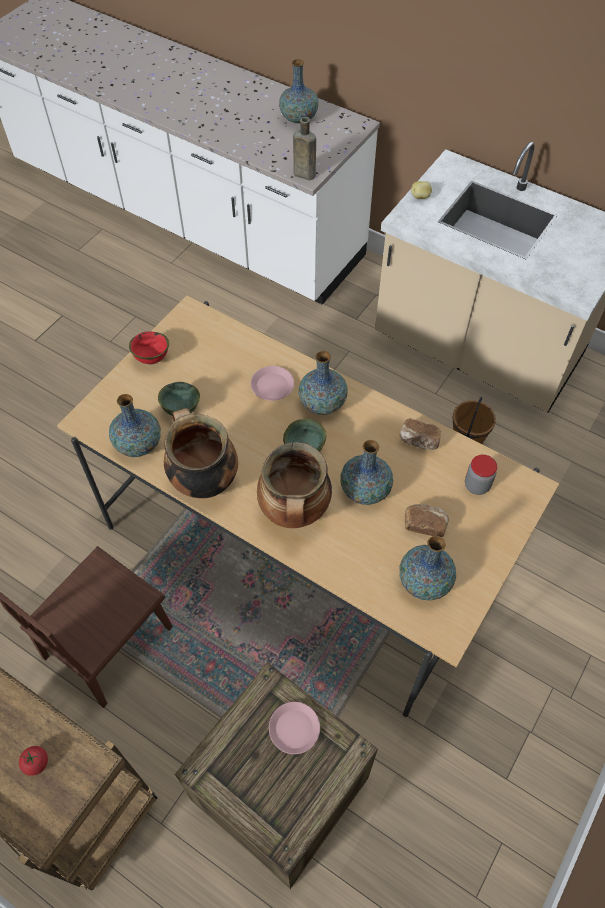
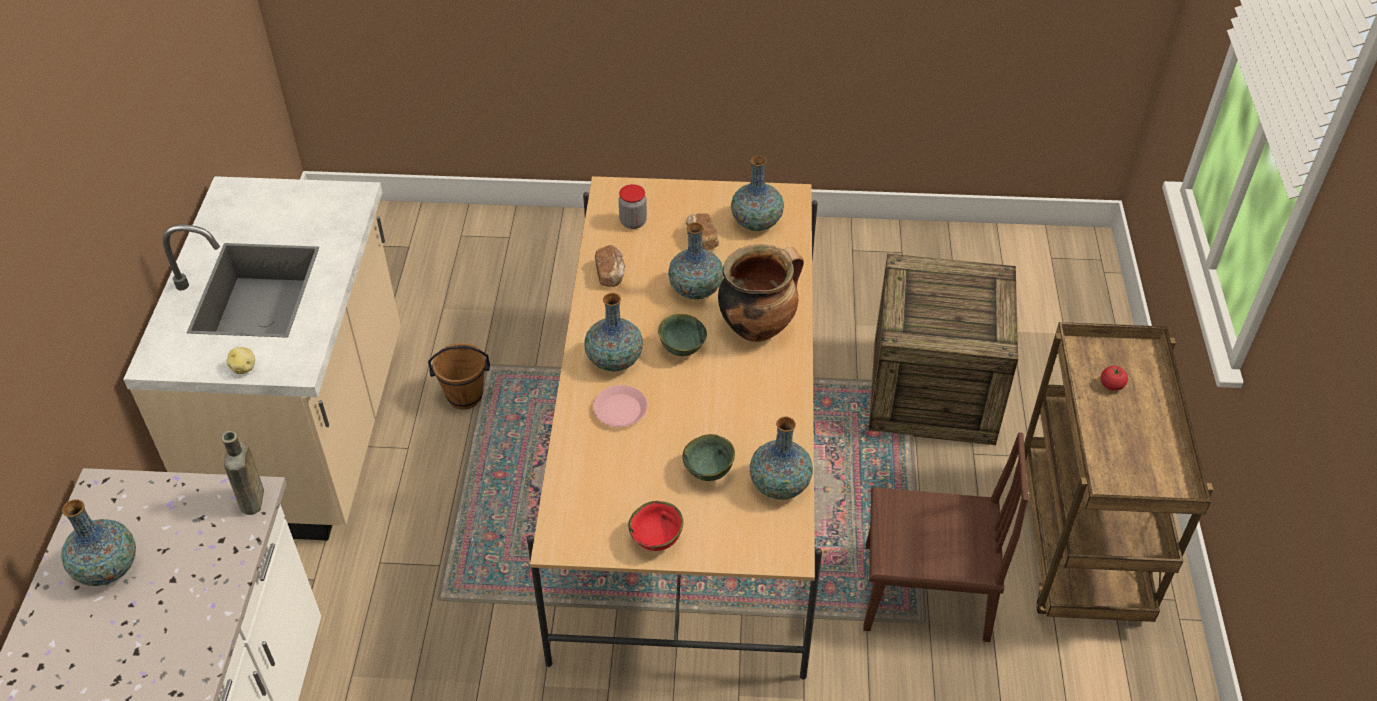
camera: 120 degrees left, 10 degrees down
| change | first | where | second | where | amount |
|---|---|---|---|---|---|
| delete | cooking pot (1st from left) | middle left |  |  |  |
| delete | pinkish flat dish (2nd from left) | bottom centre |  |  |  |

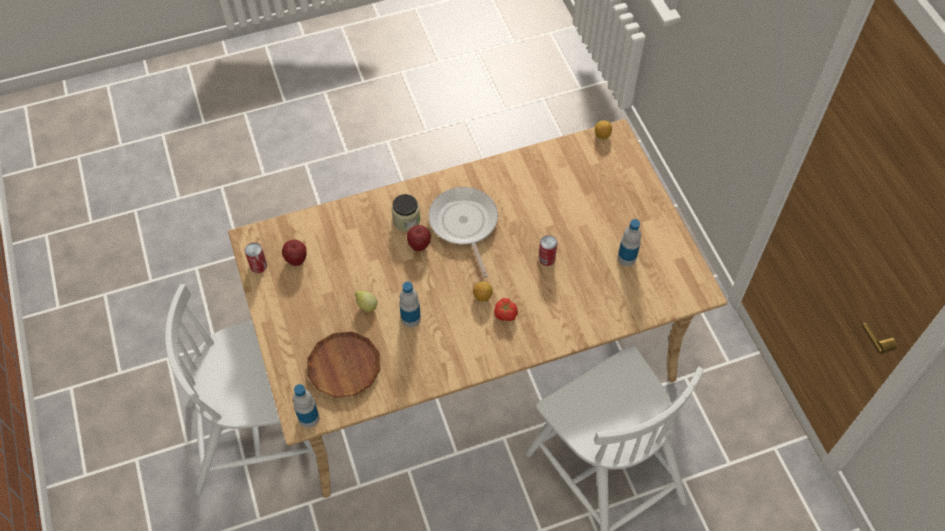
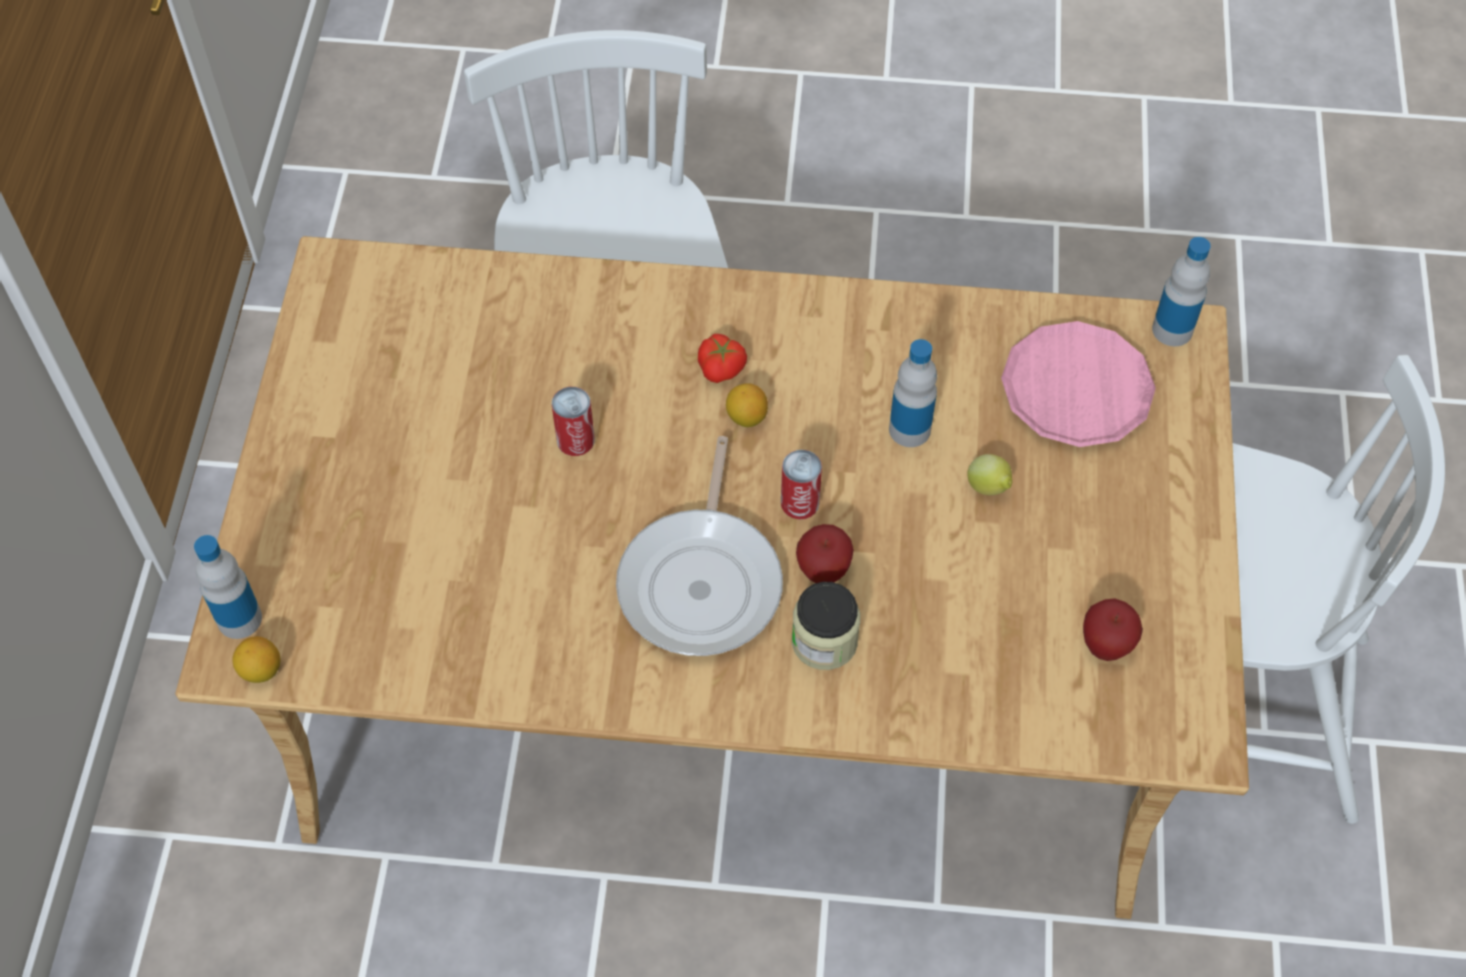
camera: 155 degrees left, 0 degrees up
| change | first | where | second | where | amount |
|---|---|---|---|---|---|
| move | metal can (1st from left in the first image) | middle left | metal can (2nd from left) | centre |  |
| move | bottle (3rd from left in the first image) | centre | bottle (1st from left) | middle left |  |
| recolor | brown-coloured flat dish | bottom centre | pinkish flat dish | middle right |  |

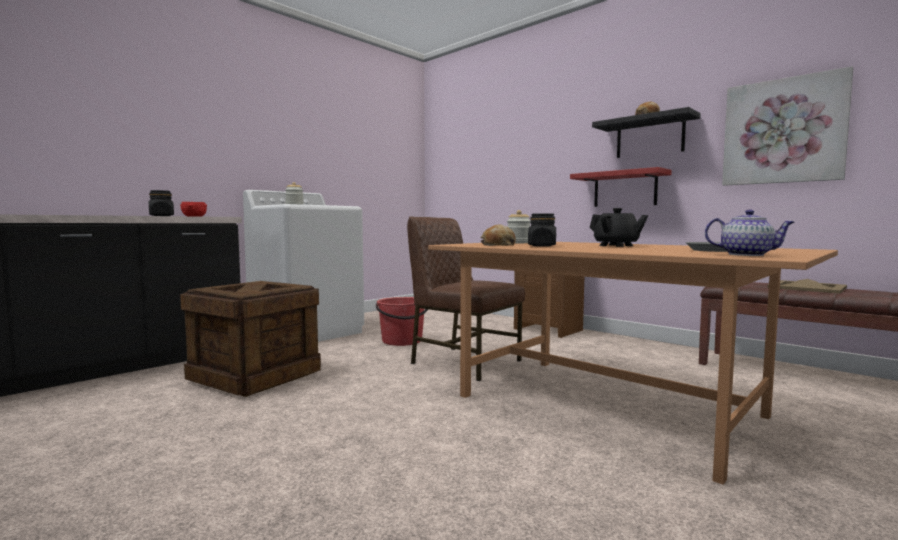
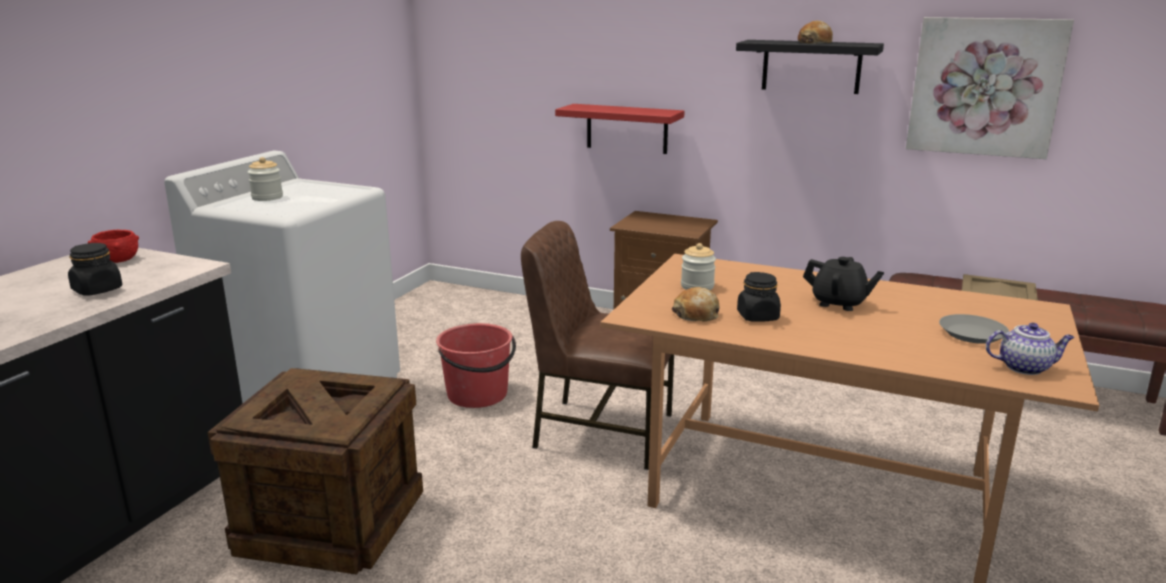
camera: 20 degrees left, 15 degrees up
| change | first | where | second | where | amount |
|---|---|---|---|---|---|
| move | reddish shelf | middle right |  | top centre |  |

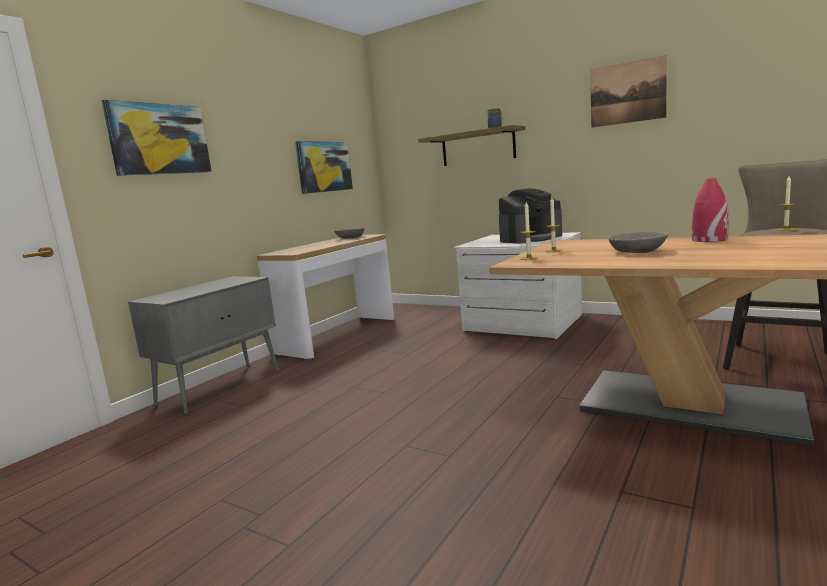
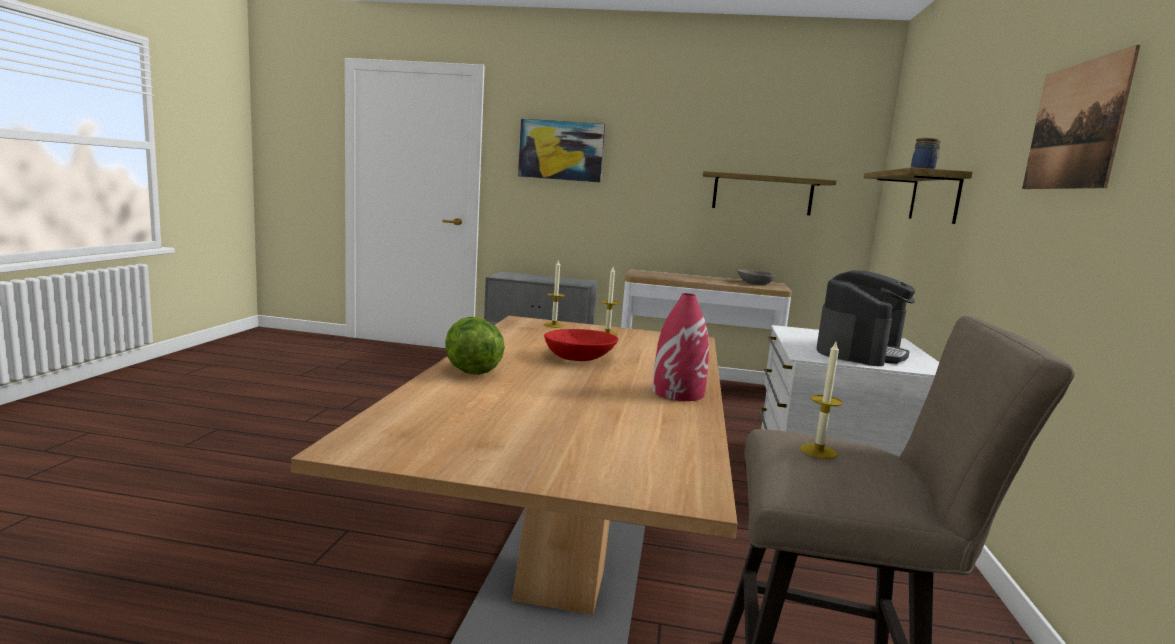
camera: 65 degrees right, 0 degrees up
| change | first | where | second | where | amount |
|---|---|---|---|---|---|
| insert |  |  | lettuce head | centre |  |
| replace | picture (2nd from left) | top centre | shelf (1st from left) | top centre |  |
| recolor | gray deep dish (2nd from left) | middle right | reddish deep dish | centre |  |
| rotate | coffee brewer | centre |  | middle right | 90 degrees counterclockwise |

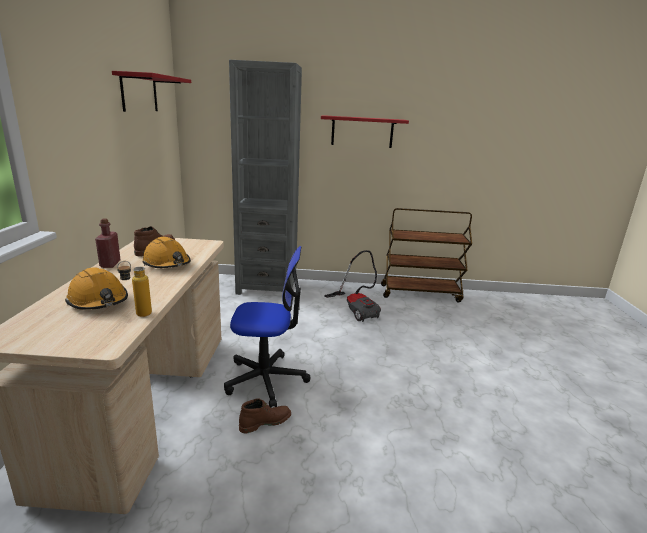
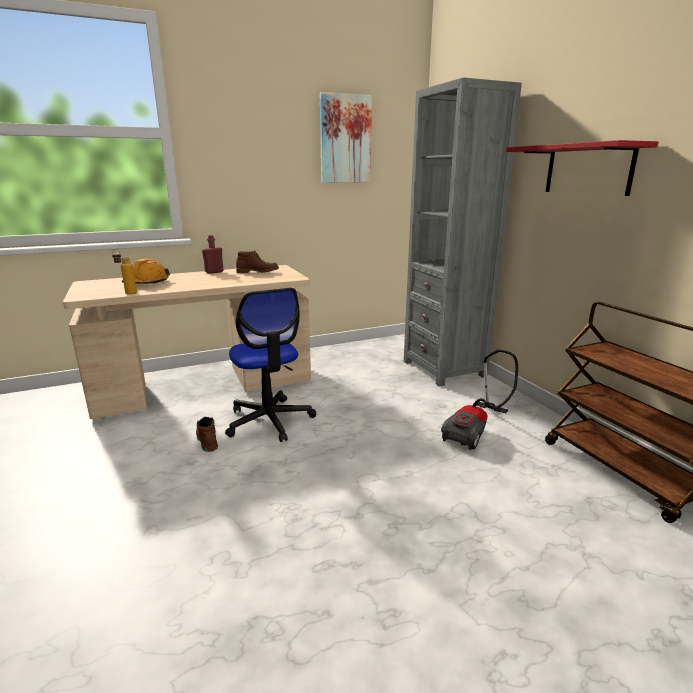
camera: 65 degrees right, 0 degrees up
| change | first | where | second | where | amount |
|---|---|---|---|---|---|
| delete | orange hard hat (2nd from left) | middle left |  |  |  |
| replace | reddish shelf (1st from left) | top left | picture | top centre |  |
| rotate | brown-coloured high-top boot (2nd from left in the first image) | bottom centre | brown-coloured high-top boot (1st from left) | middle left | 150 degrees counterclockwise |

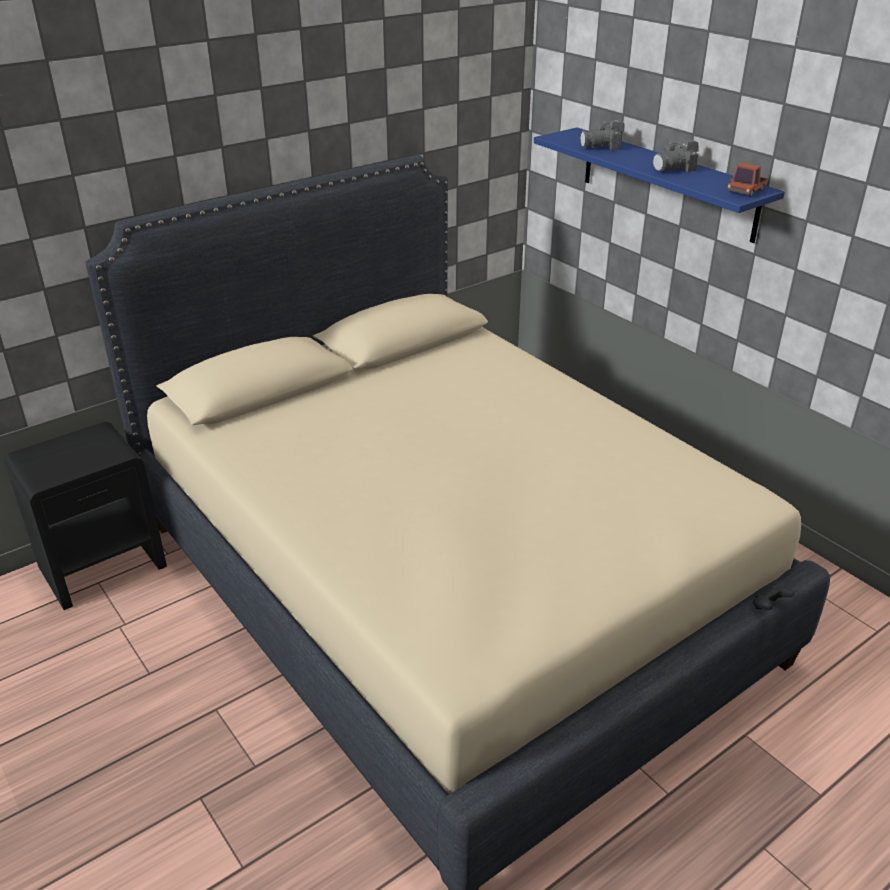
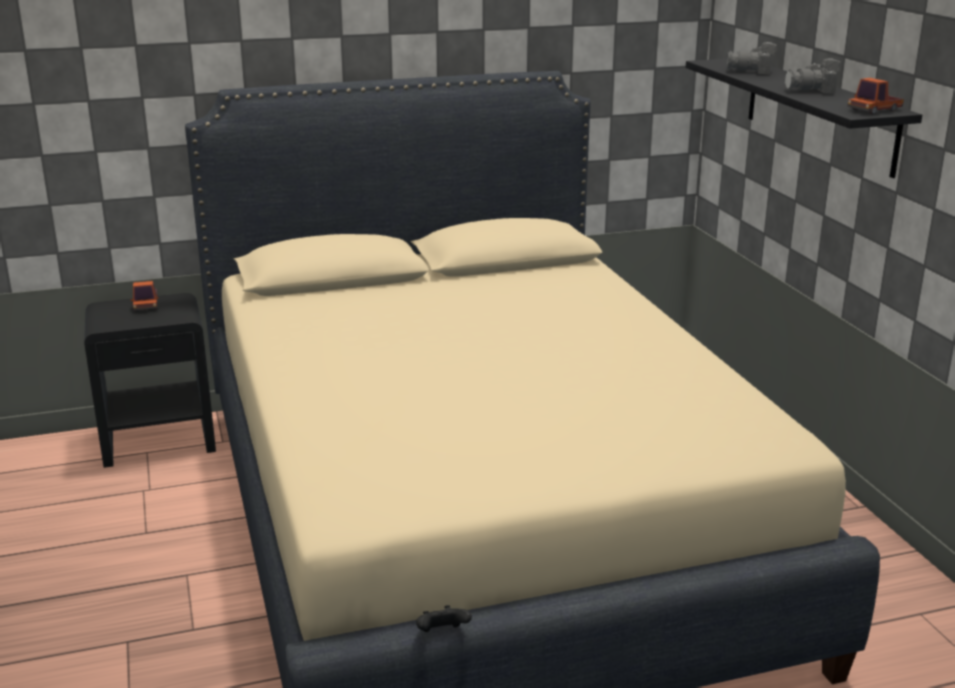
camera: 20 degrees right, 10 degrees down
| change | first | where | second | where | amount |
|---|---|---|---|---|---|
| insert |  |  | model truck (1st from left) | middle left |  |
| move | black joypad | bottom right |  | bottom centre |  |
| recolor | bluish shelf | top right | black shelf | top right |  |

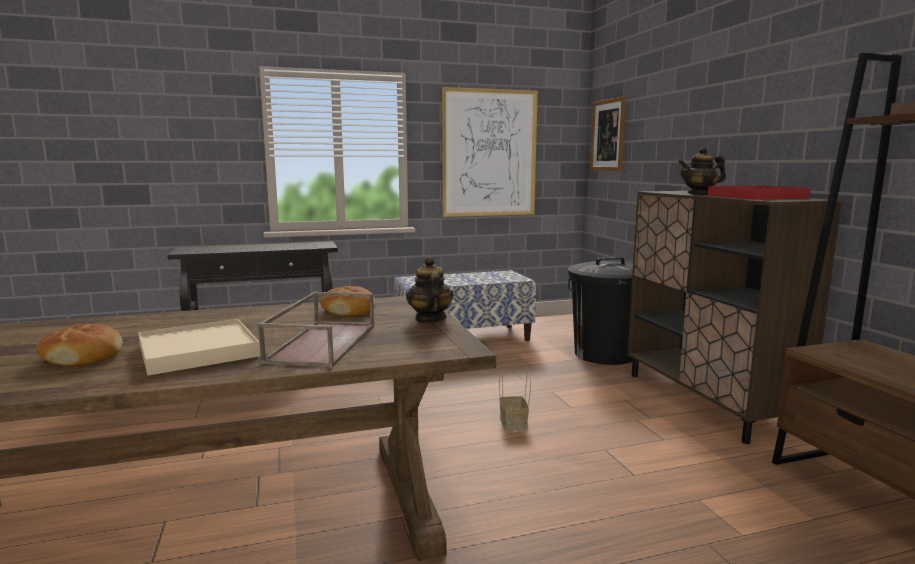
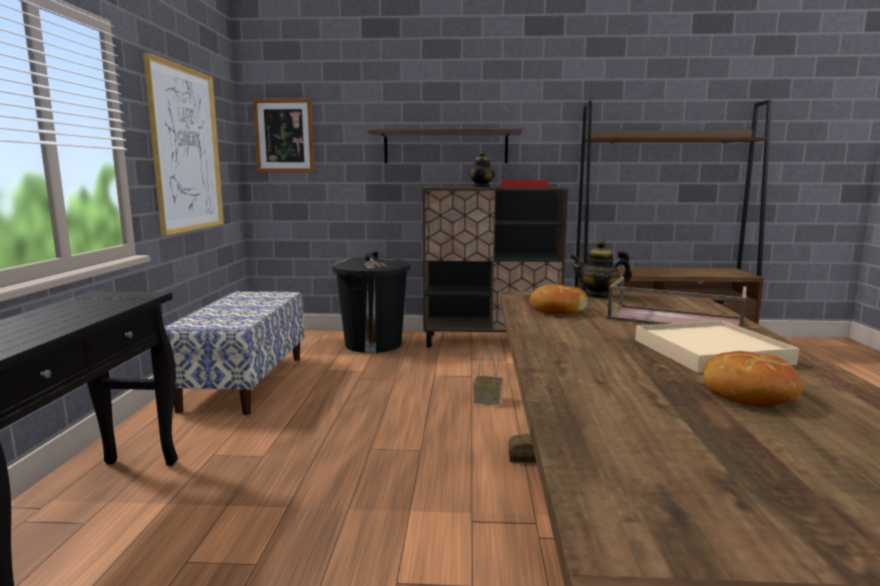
camera: 70 degrees left, 0 degrees up
| change | first | where | second | where | amount |
|---|---|---|---|---|---|
| insert |  |  | shelf | top centre |  |

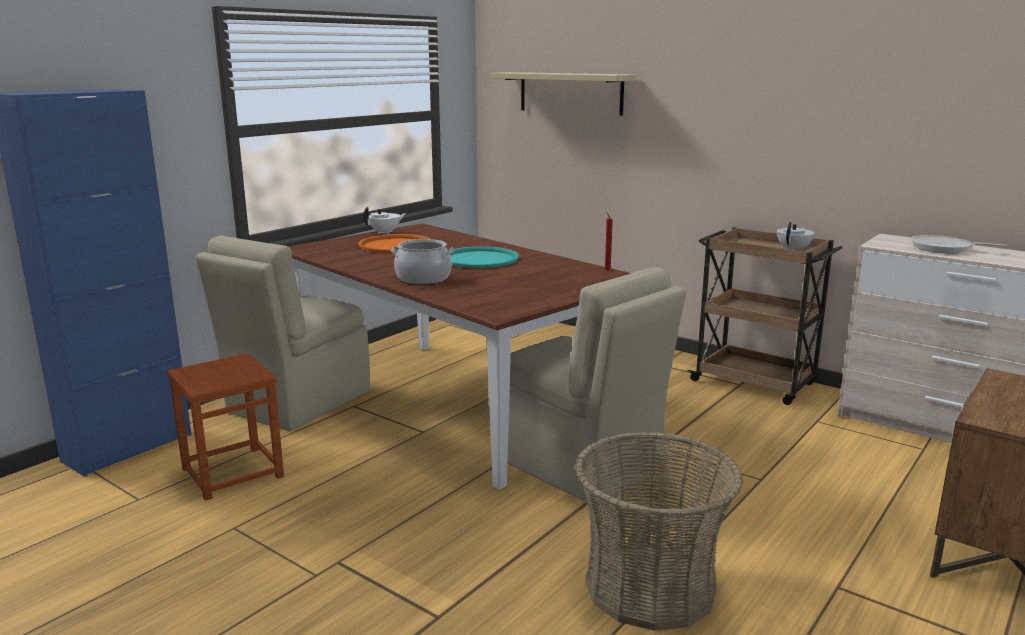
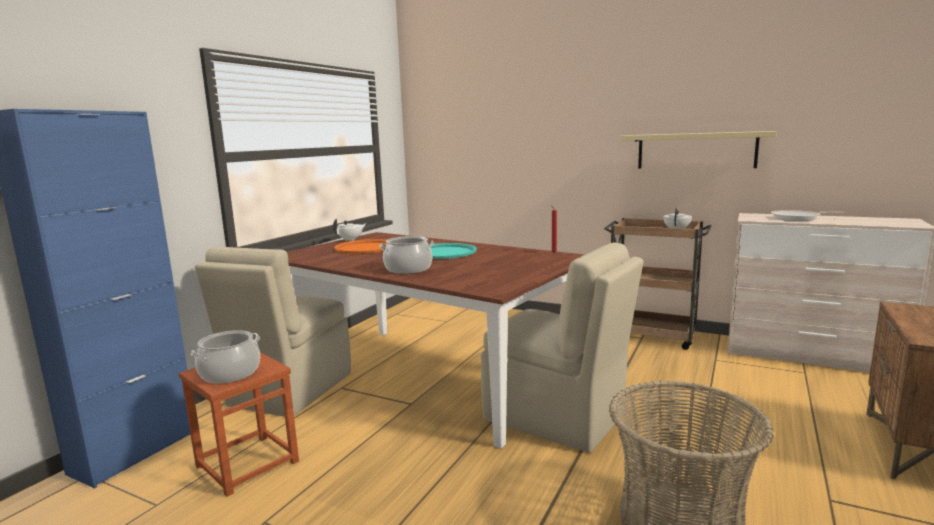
camera: 10 degrees left, 5 degrees down
| change | first | where | second | where | amount |
|---|---|---|---|---|---|
| insert |  |  | cooking pot (1st from left) | bottom left |  |
| move | sand-coloured shelf | top centre |  | top right |  |

